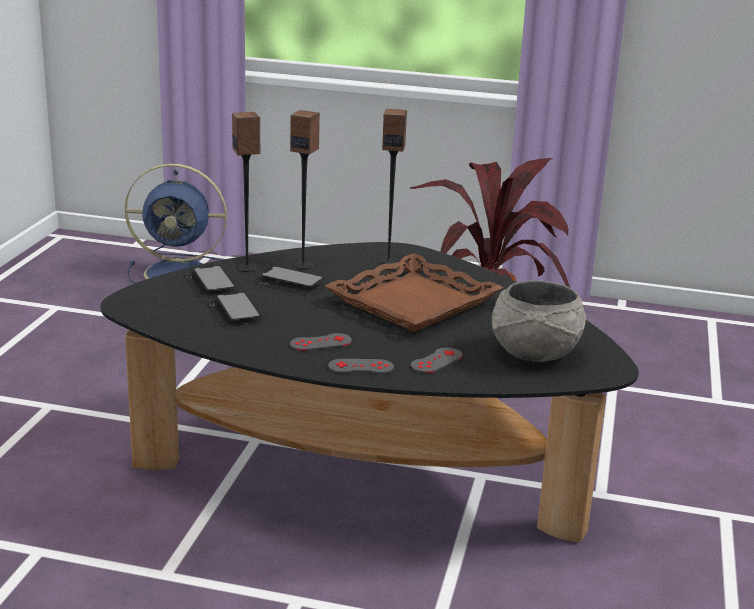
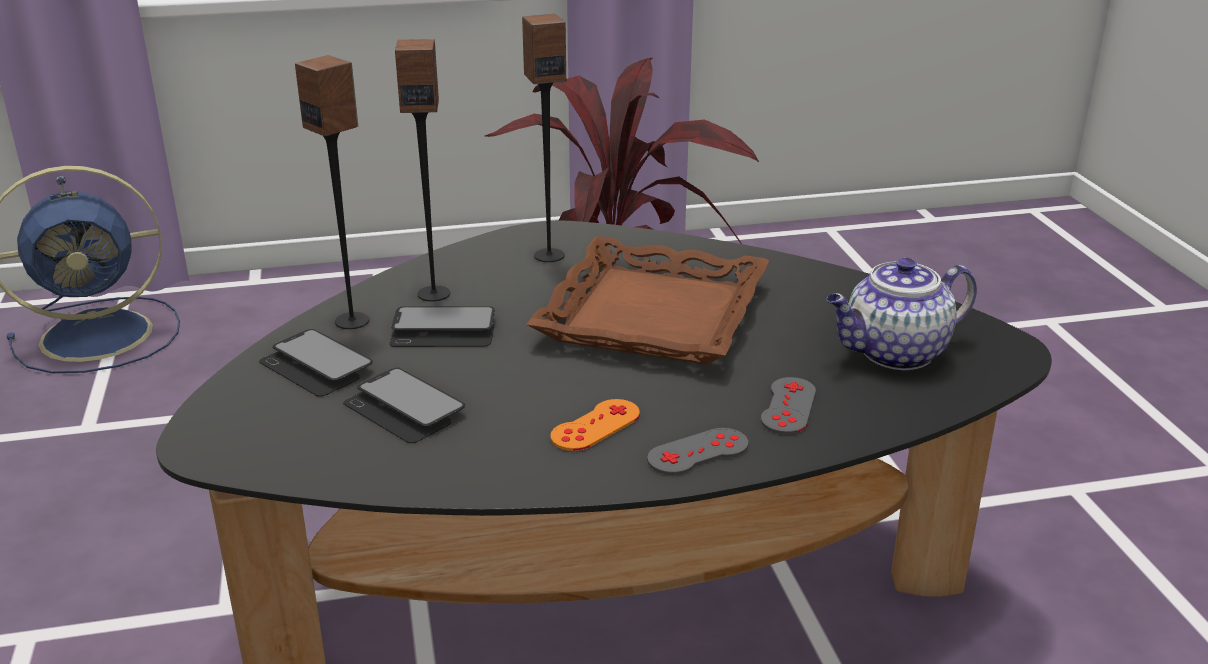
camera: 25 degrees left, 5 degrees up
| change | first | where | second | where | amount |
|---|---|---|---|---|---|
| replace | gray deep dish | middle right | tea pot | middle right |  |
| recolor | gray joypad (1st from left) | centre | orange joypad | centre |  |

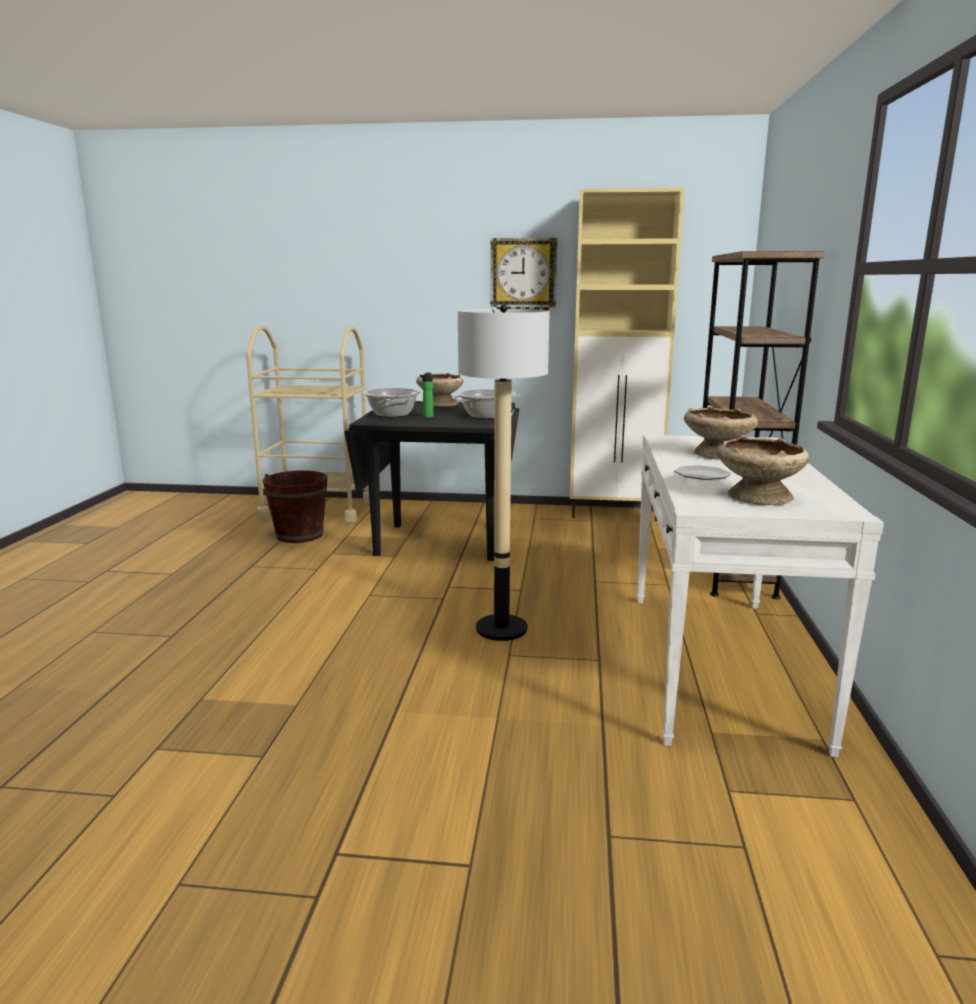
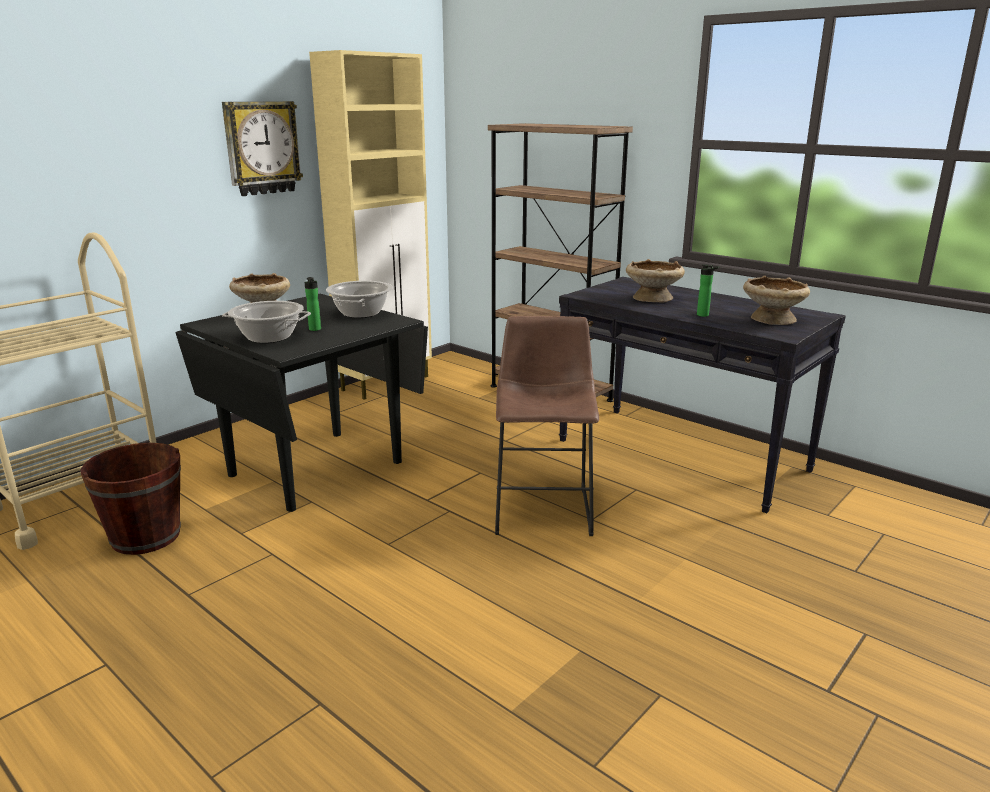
camera: 55 degrees left, 5 degrees up
| change | first | where | second | where | amount |
|---|---|---|---|---|---|
| replace | standing lamp | centre | brown-coloured sitting stool | centre |  |
| replace | flat dish | middle right | bottle (2nd from left) | middle right |  |
| recolor | white-coloured narrow table | middle right | black narrow table | middle right |  |

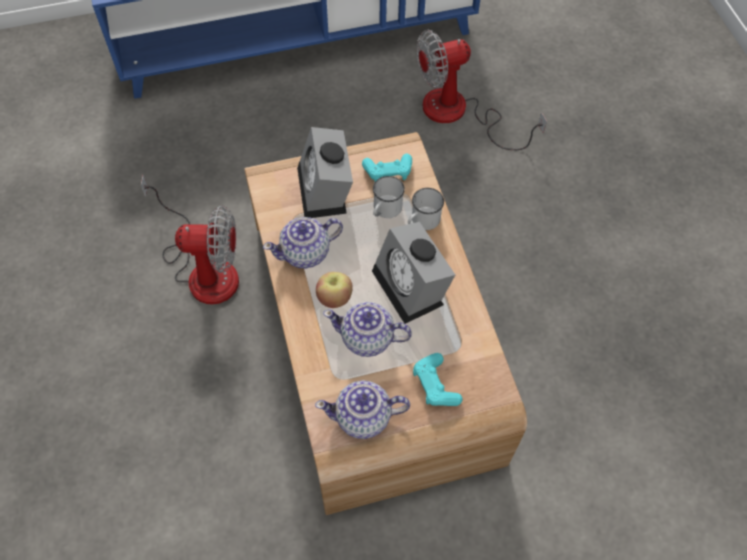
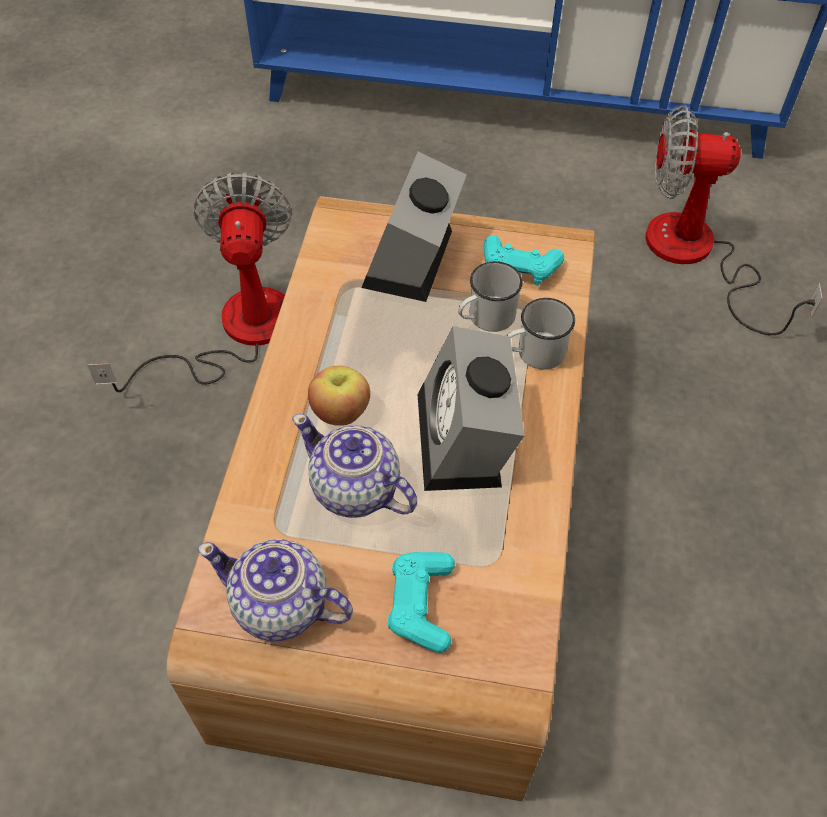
camera: 25 degrees right, 5 degrees down
| change | first | where | second | where | amount |
|---|---|---|---|---|---|
| delete | tea pot (1st from left) | centre |  |  |  |
| rotate | cooling fan (1st from left) | middle left |  | middle left | 120 degrees counterclockwise |

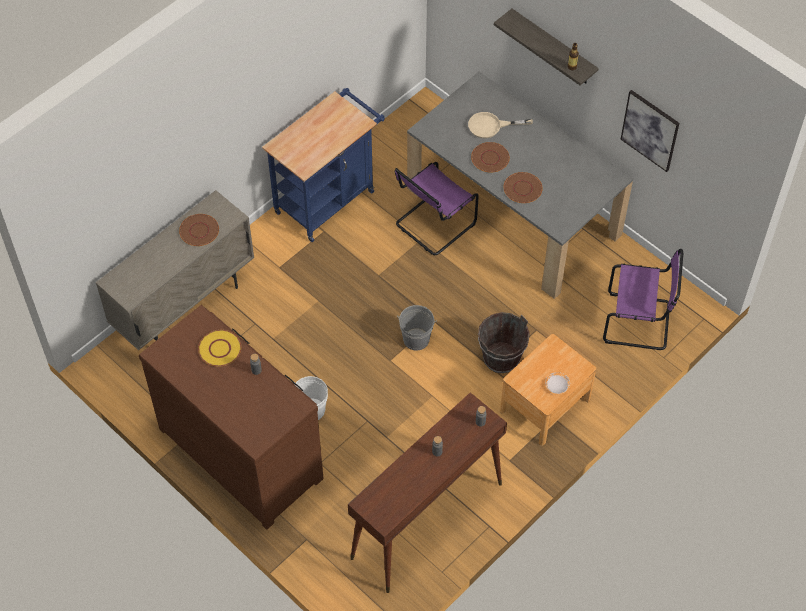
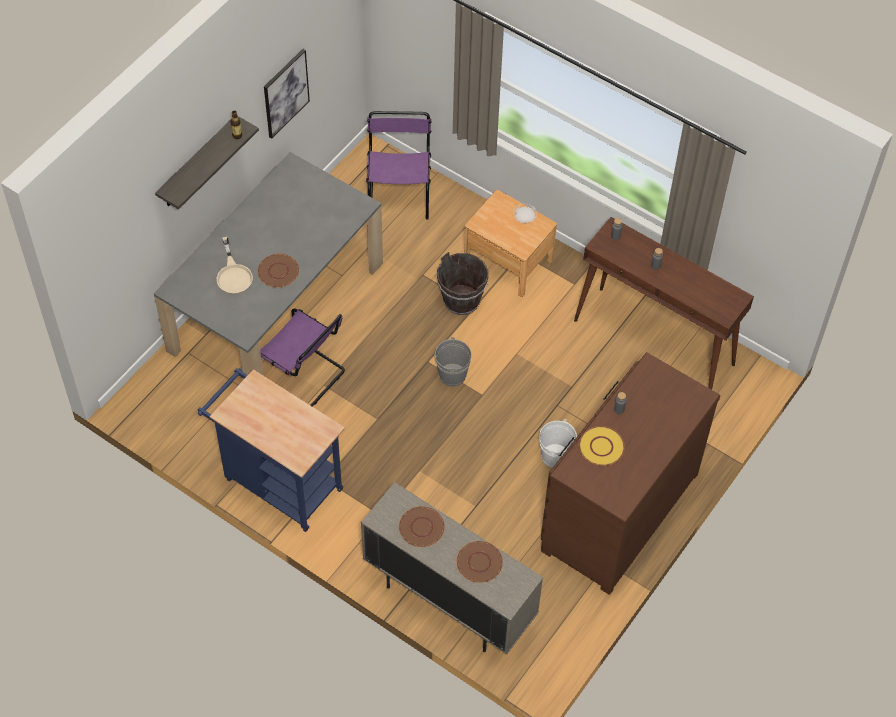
camera: 100 degrees left, 0 degrees up
| change | first | where | second | where | amount |
|---|---|---|---|---|---|
| move | brown-coloured flat dish (3rd from left) | top centre |  | bottom centre |  |

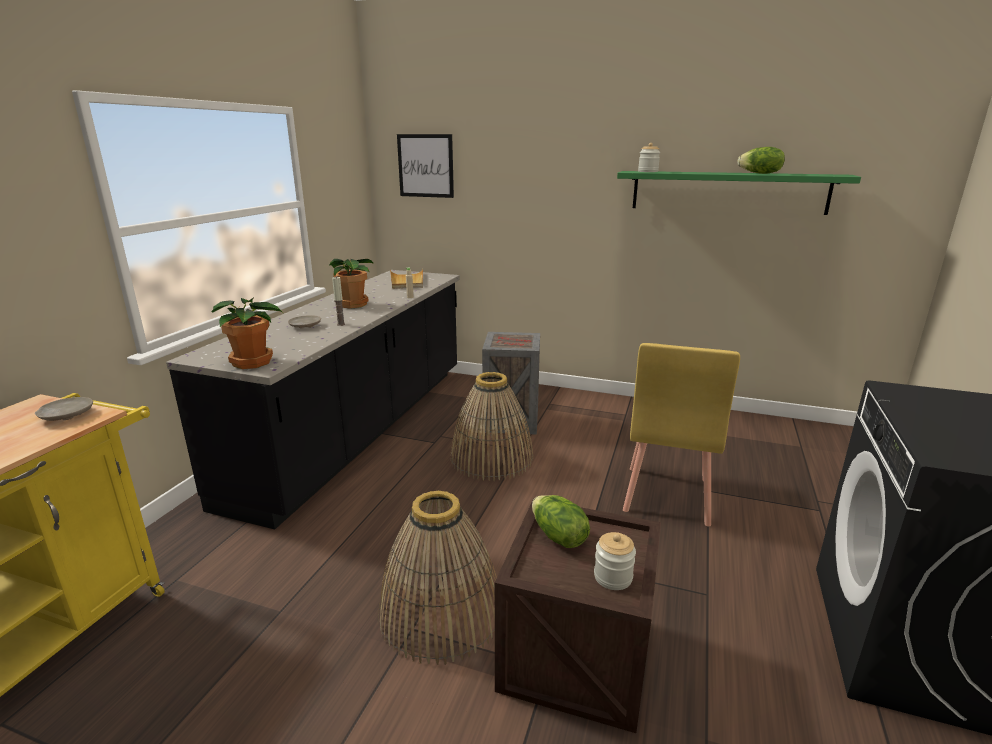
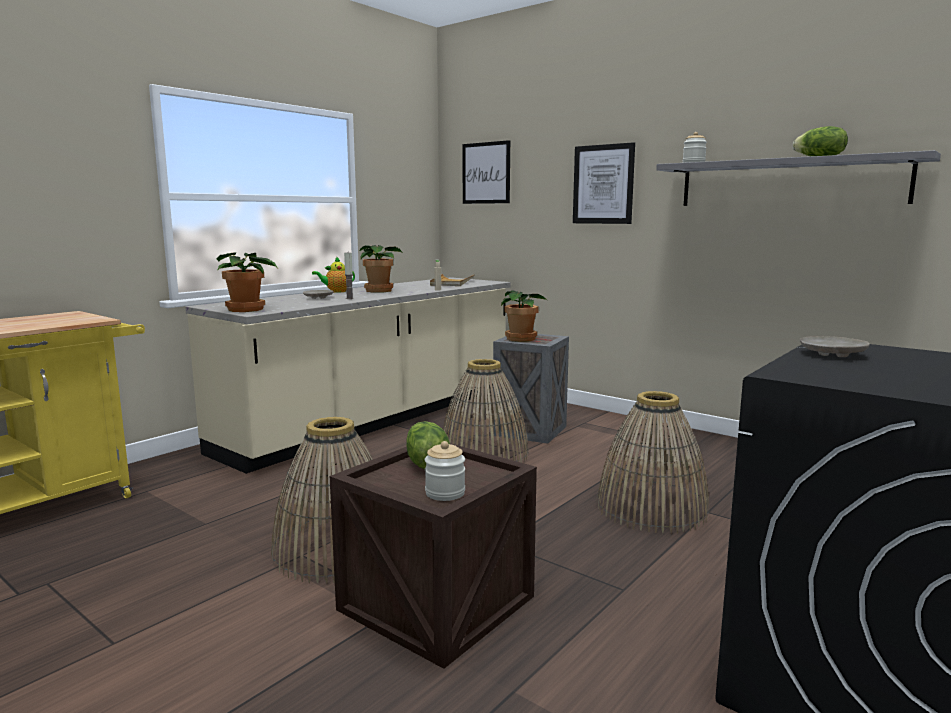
camera: 20 degrees right, 10 degrees down
| change | first | where | second | where | amount |
|---|---|---|---|---|---|
| insert |  |  | tea pot | centre |  |
| insert |  |  | houseplant (3rd from left) | centre |  |
| insert |  |  | picture (2nd from left) | top centre |  |
| move | sand-coloured flat dish (1st from left in the first image) | middle left | sand-coloured flat dish (2nd from left) | middle right |  |
| replace | yellow upright chair | middle right | household basket (3rd from left) | middle right |  |
| recolor | black counter | middle left | sand-coloured counter | centre |  |
| recolor | greenish shelf | top right | gray shelf | top right |  |

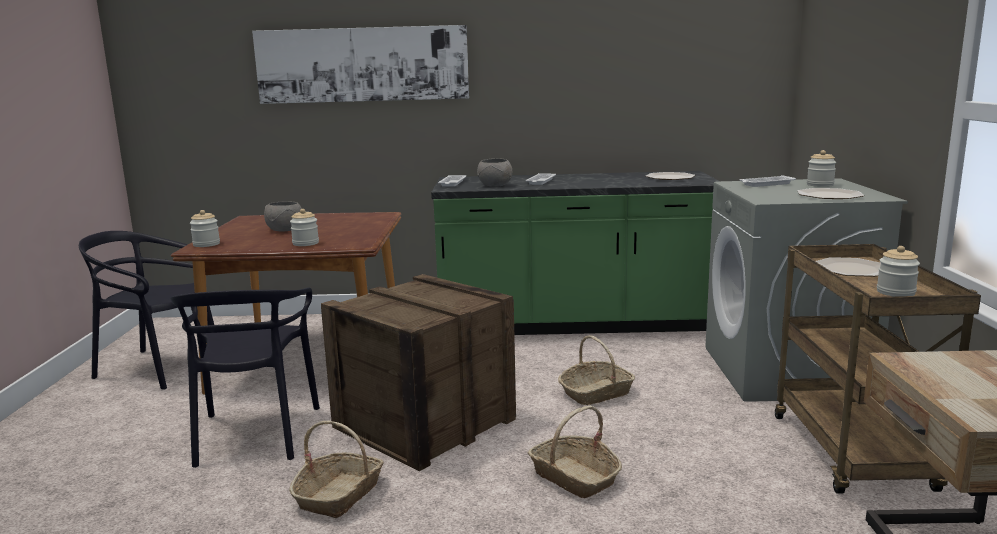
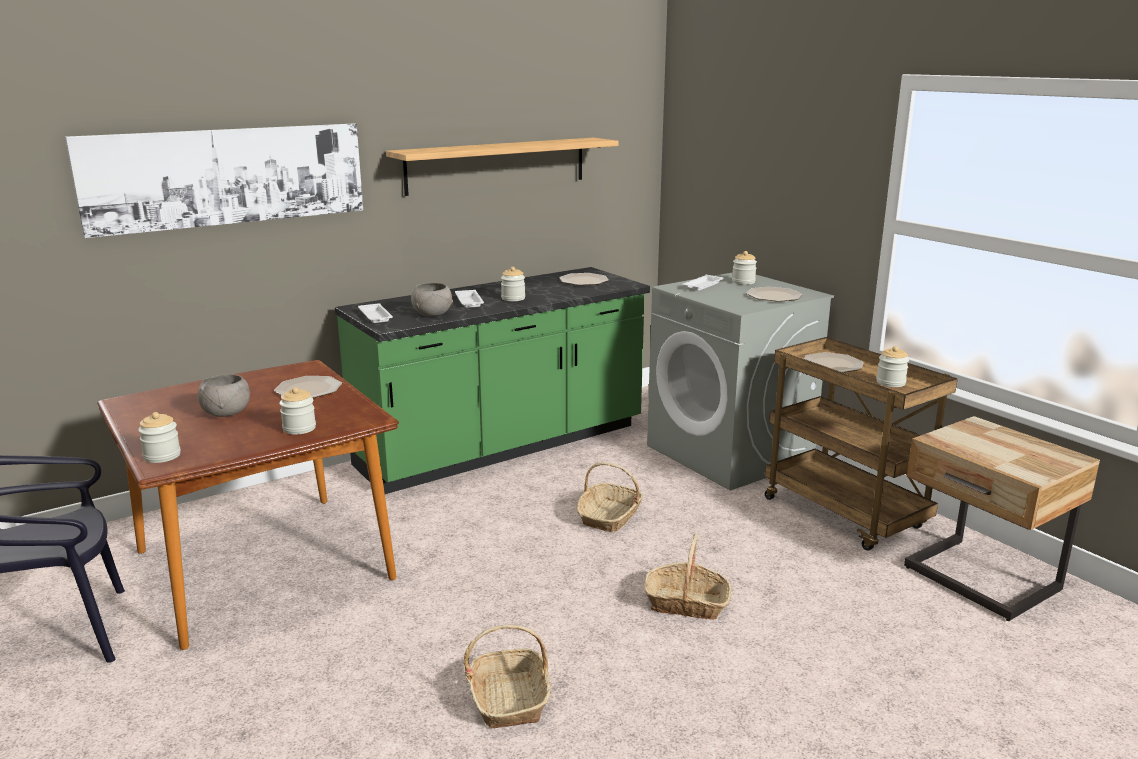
camera: 35 degrees left, 5 degrees up
| change | first | where | second | where | amount |
|---|---|---|---|---|---|
| delete | black upright chair (2nd from left) | bottom left |  |  |  |
| delete | packing crate | bottom centre |  |  |  |
| insert |  |  | flat dish (1st from left) | middle left |  |
| insert |  |  | shelf | top centre |  |
| insert |  |  | jar (3rd from left) | centre |  |

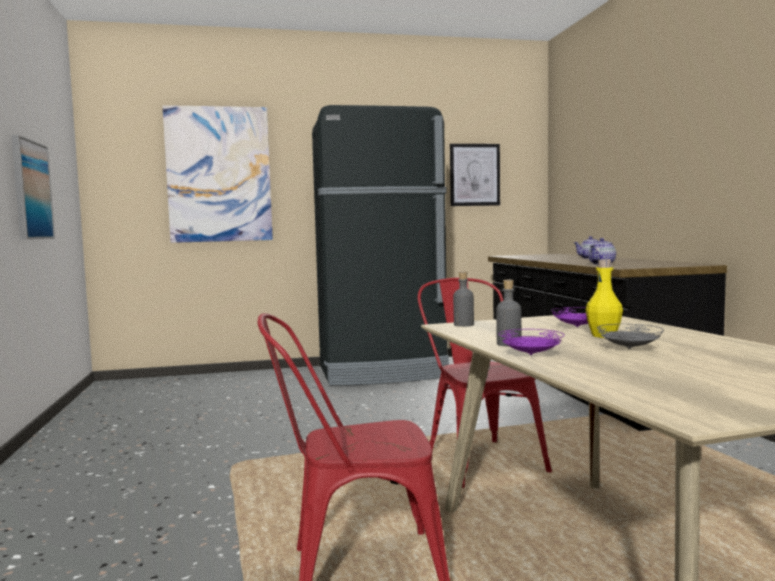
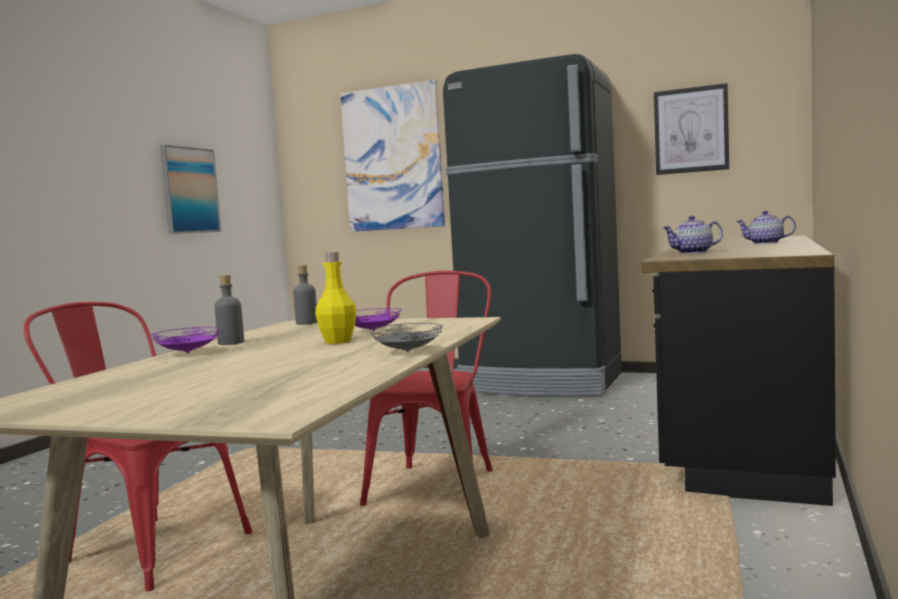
camera: 35 degrees right, 0 degrees up
| change | first | where | second | where | amount |
|---|---|---|---|---|---|
| move | gray flat dish | middle right |  | centre |  |

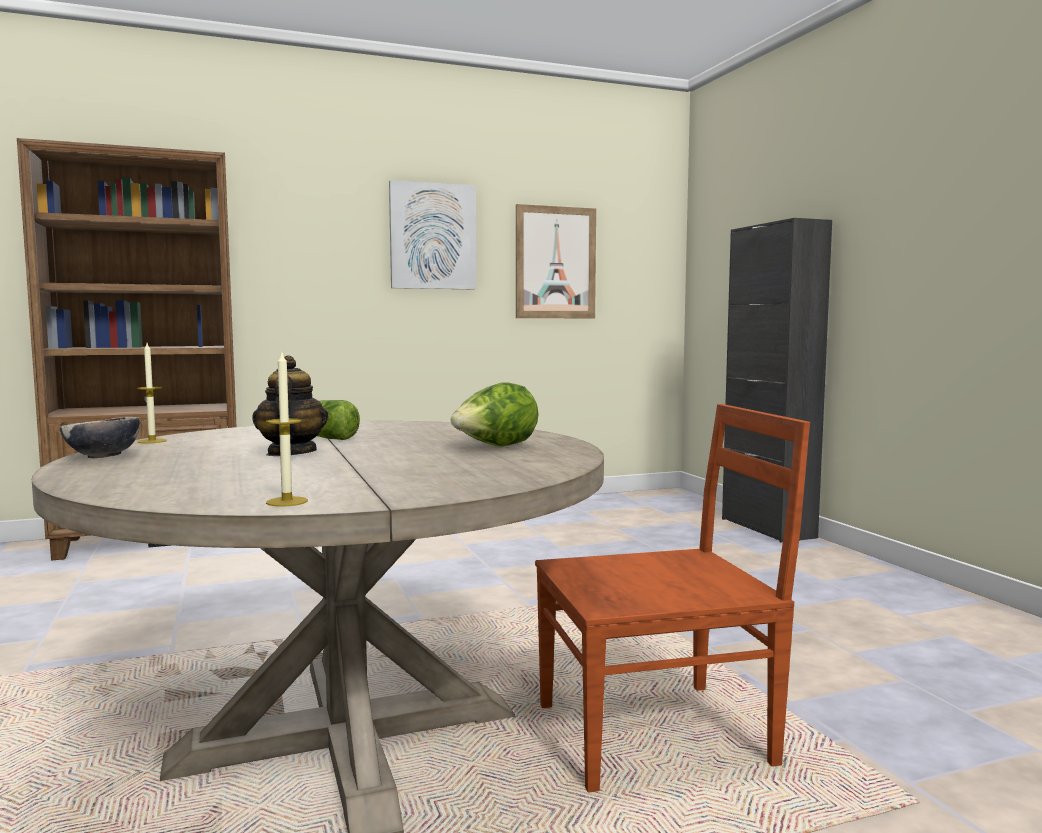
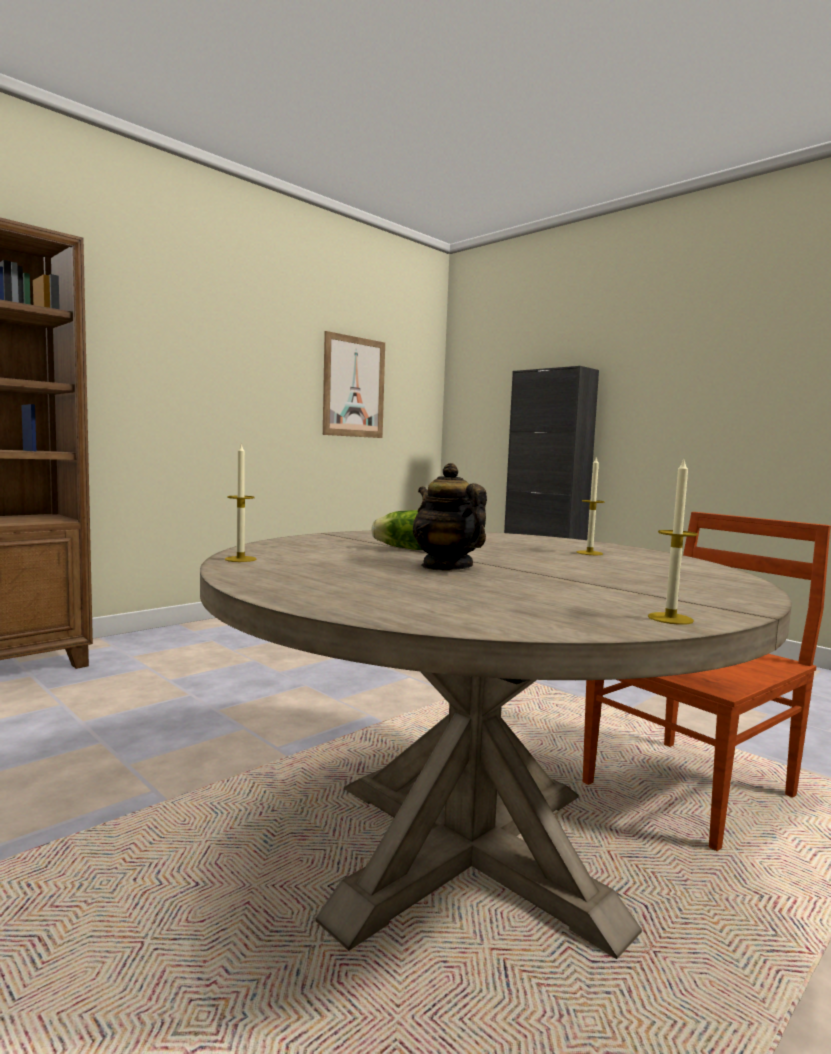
camera: 25 degrees left, 0 degrees up
| change | first | where | second | where | amount |
|---|---|---|---|---|---|
| delete | deep dish | middle left |  |  |  |
| delete | picture (1st from left) | top centre |  |  |  |
| replace | lettuce head (2nd from left) | centre | wax candle (2nd from left) | middle right |  |

